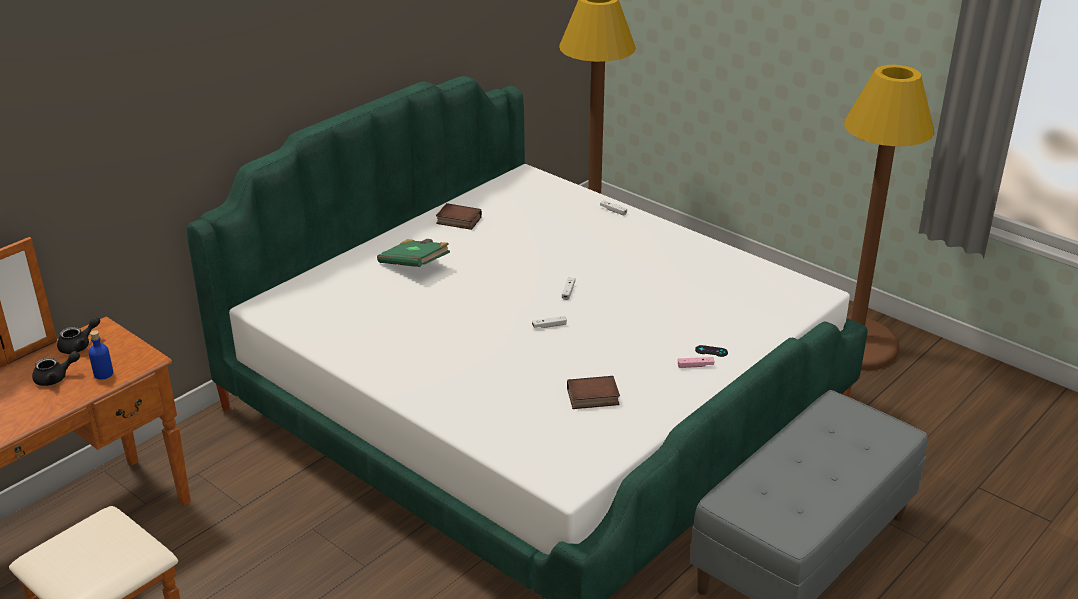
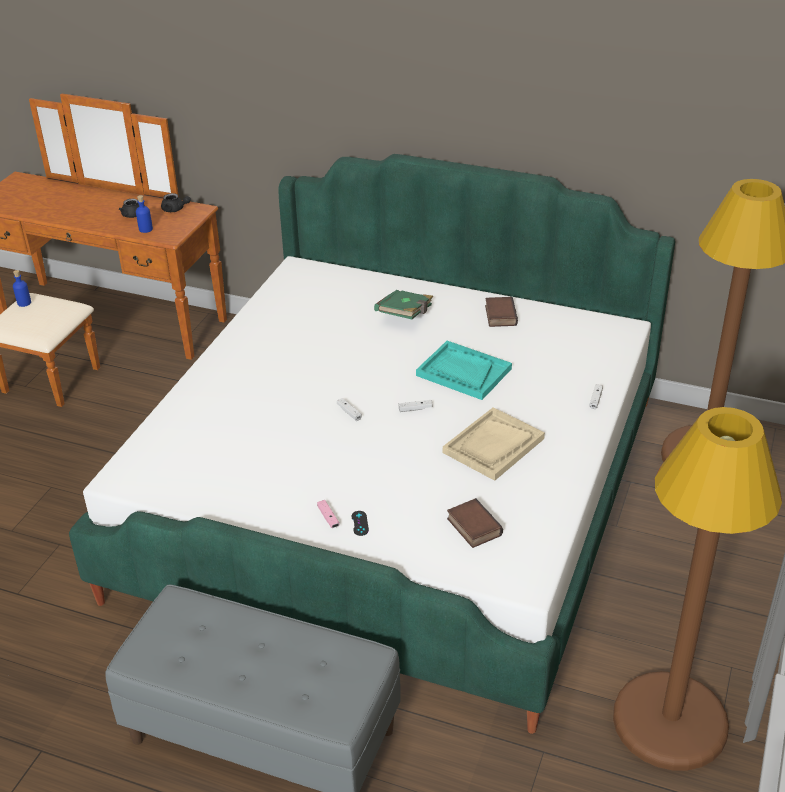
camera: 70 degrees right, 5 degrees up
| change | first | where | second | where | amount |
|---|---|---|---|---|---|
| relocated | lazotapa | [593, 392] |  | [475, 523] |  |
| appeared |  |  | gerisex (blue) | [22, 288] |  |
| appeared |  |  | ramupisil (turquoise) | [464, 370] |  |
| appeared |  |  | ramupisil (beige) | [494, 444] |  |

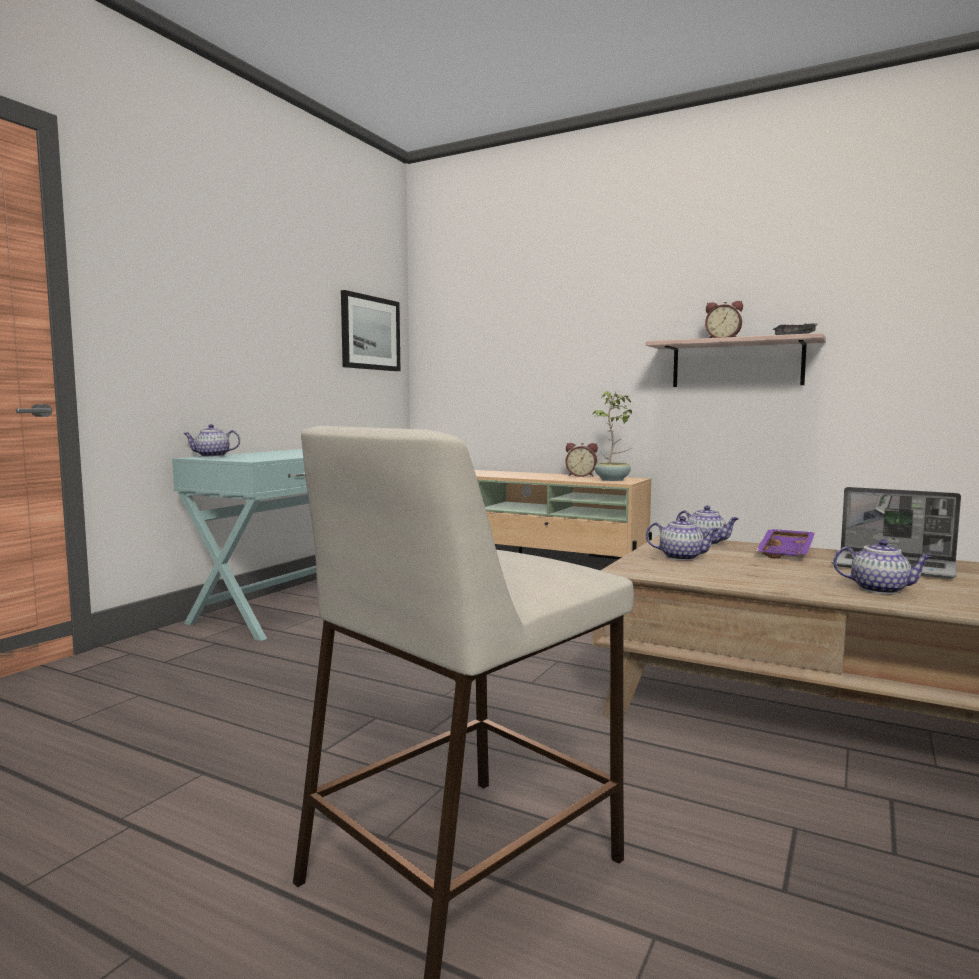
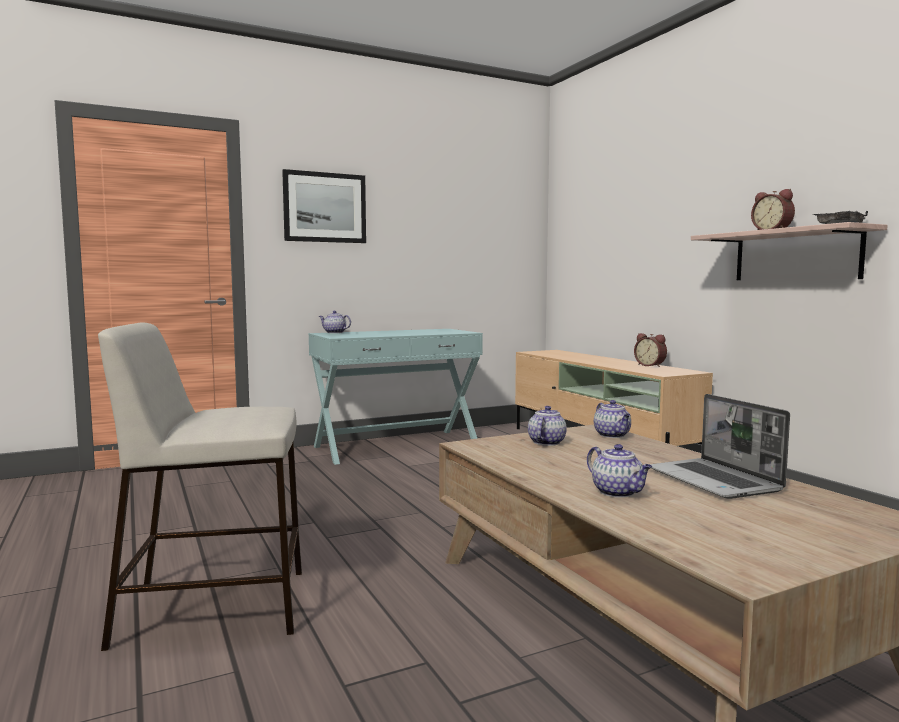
camera: 35 degrees right, 0 degrees up
| change | first | where | second | where | amount |
|---|---|---|---|---|---|
| relocated | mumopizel | [370, 330] |  | [324, 206] |  |
| missing | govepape | [613, 436] |  |  |  |
| spun | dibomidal | [682, 538] |  | [547, 426] | 120 degrees counterclockwise |
| missing | ramupisil (purple) | [785, 543] |  |  |  |

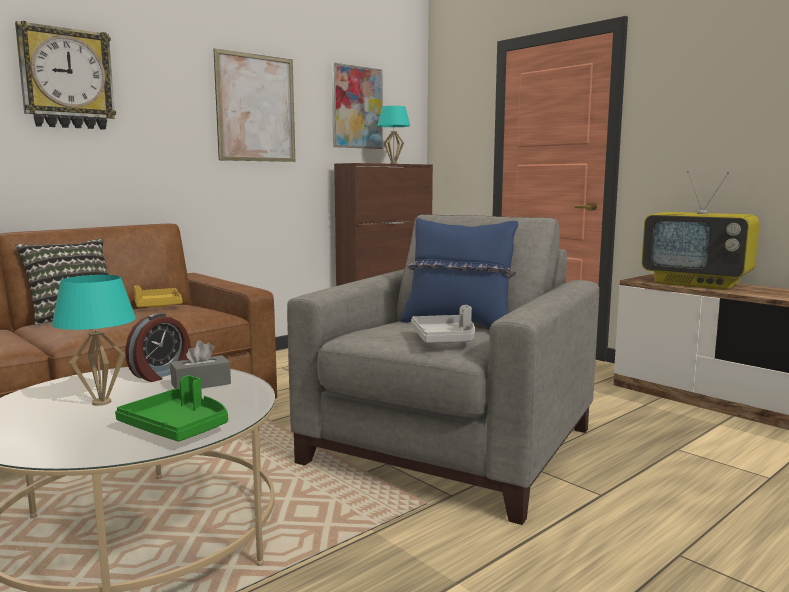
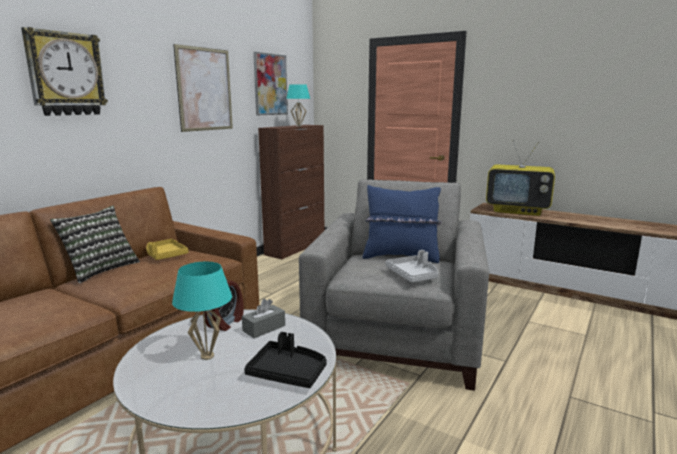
camera: 15 degrees left, 5 degrees up
| change | first | where | second | where | amount |
|---|---|---|---|---|---|
| colour | ramupisil (green) | [171, 408] | ramupisil (black) | [285, 360] |  |

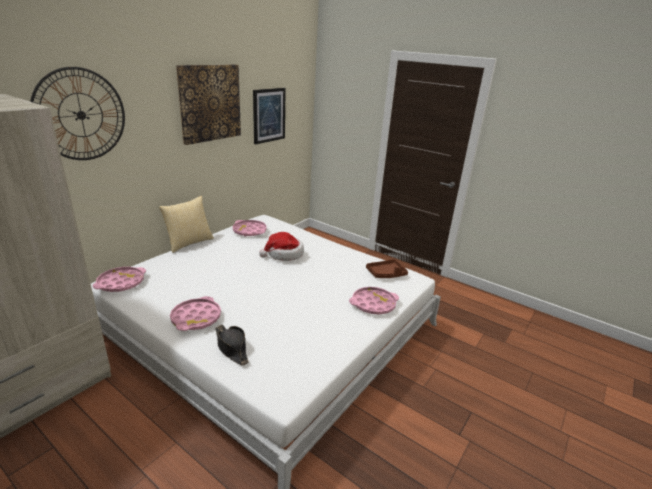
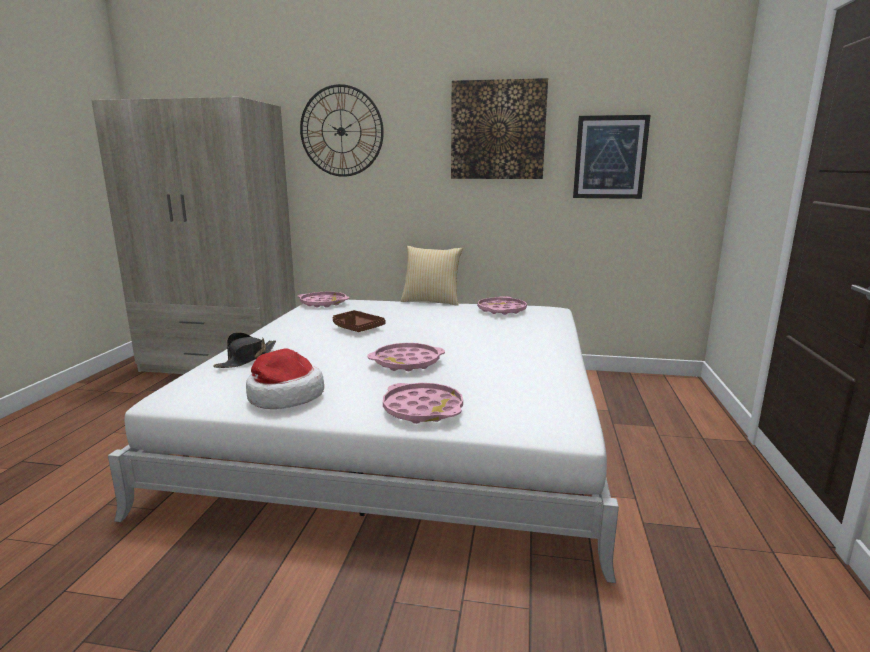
camera: 65 degrees right, 10 degrees down
| change | first | where | second | where | amount |
|---|---|---|---|---|---|
| relocated | ramupisil (pink) | [195, 313] |  | [406, 357] |  |
| relocated | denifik | [281, 246] |  | [285, 378] |  |
| relocated | ramupisil (brown) | [387, 268] |  | [359, 321] |  |

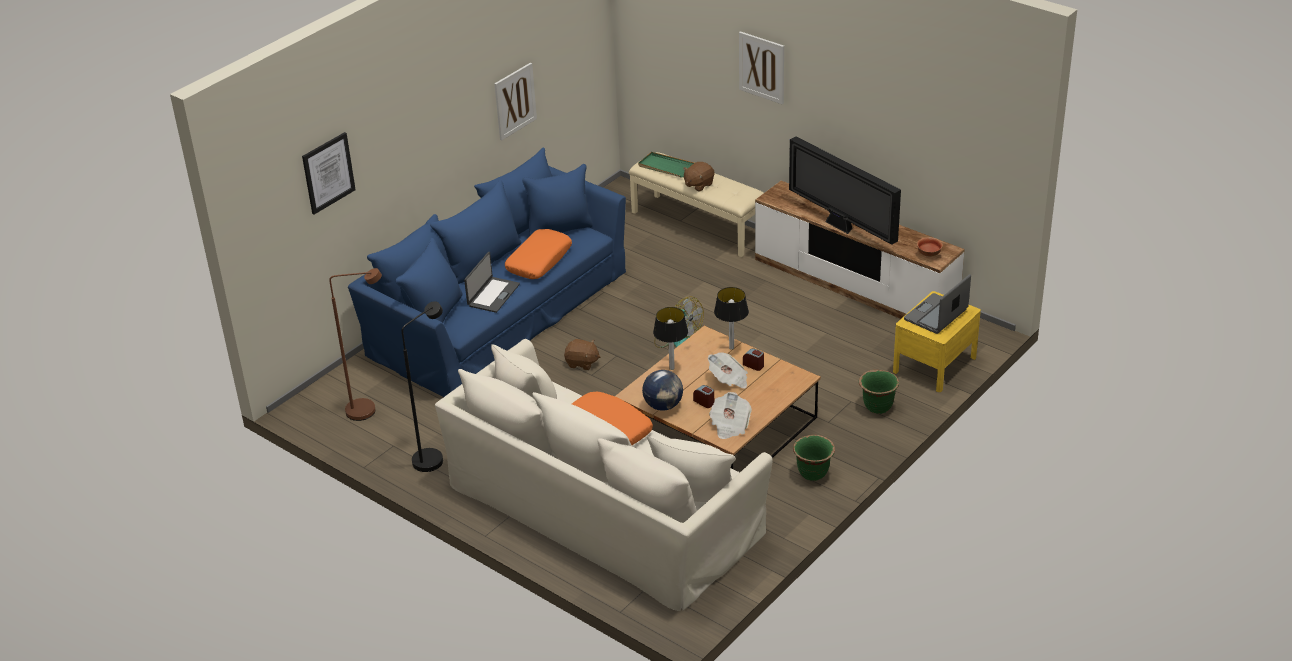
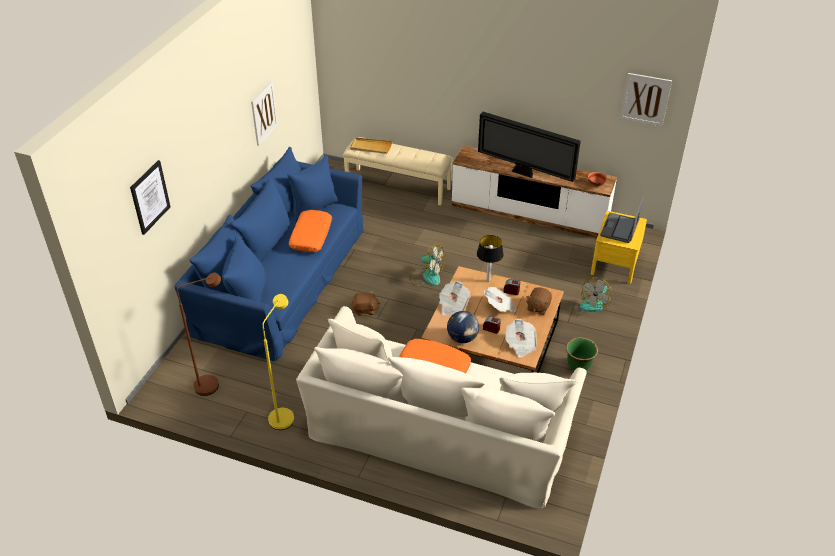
camera: 20 degrees left, 5 degrees up
| change | first | where | second | where | amount |
|---|---|---|---|---|---|
| colour | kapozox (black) | [422, 386] | kapozox (yellow) | [278, 362] |  |
| missing | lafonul | [492, 282] |  |  |  |
| colour | ramupisil (green) | [666, 165] | ramupisil (beige) | [371, 145] |  |
| exchanged | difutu | [670, 338] | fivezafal | [455, 298] |  |
| relocated | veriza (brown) | [699, 176] |  | [539, 301] |  |
| relocated | mumopizel | [761, 67] |  | [646, 100] |  |
| exchanged | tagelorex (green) | [879, 392] | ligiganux | [596, 294] |  |

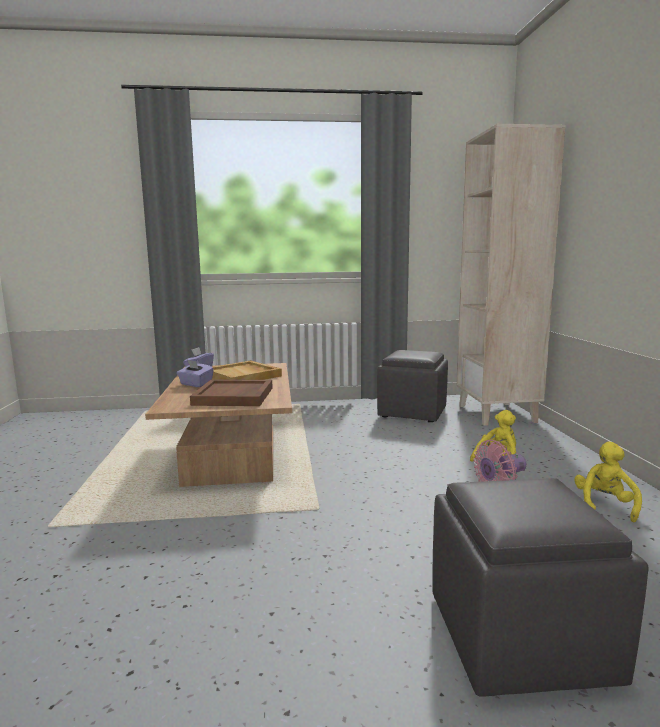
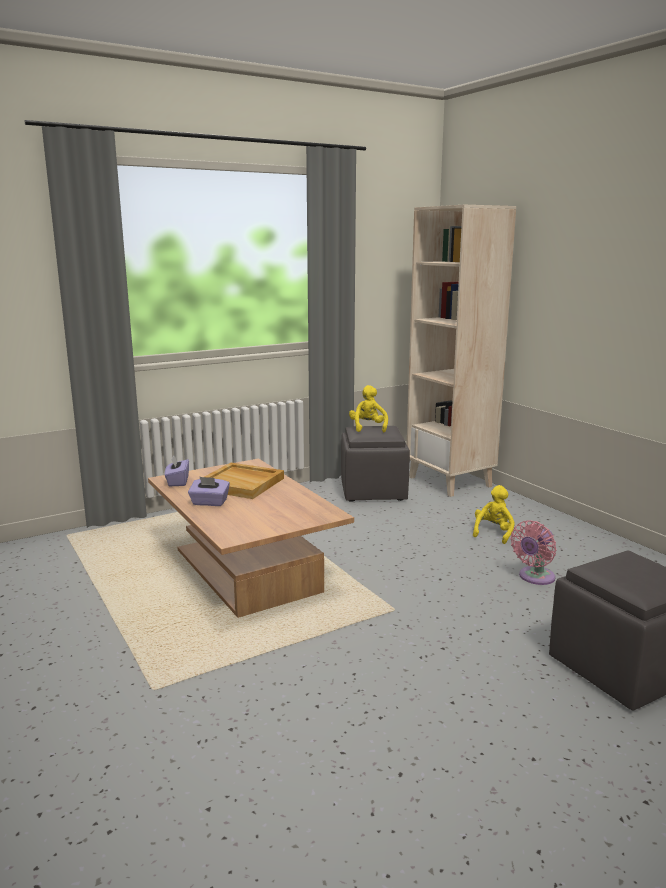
camera: 25 degrees left, 5 degrees up
| change | first | where | second | where | amount |
|---|---|---|---|---|---|
| missing | ramupisil (brown) | [231, 393] |  |  |  |
| relocated | veriza (yellow) | [608, 482] |  | [368, 409] |  |

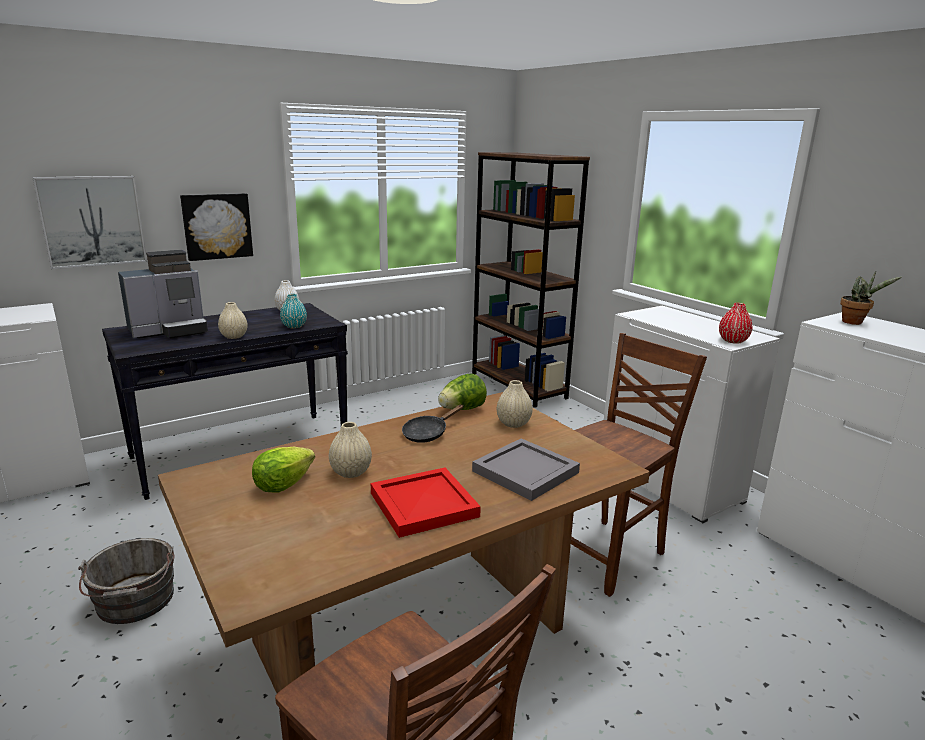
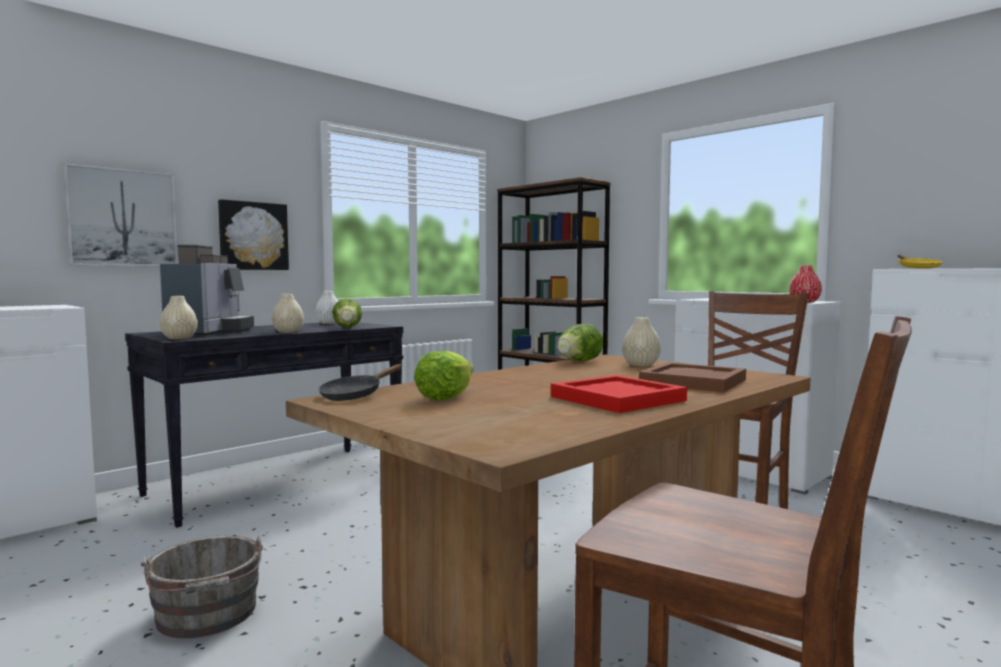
camera: 10 degrees left, 15 degrees down
| change | first | where | second | where | amount |
|---|---|---|---|---|---|
| spun | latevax | [163, 294] |  | [207, 290] | 45 degrees counterclockwise |
| exchanged | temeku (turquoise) | [293, 311] | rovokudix | [347, 312] |  |
| relocated | temeku (beige) | [350, 450] |  | [179, 317] |  |
| relocated | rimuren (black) | [433, 424] |  | [360, 382] |  |
| colour | ramupisil (grey) | [526, 469] | ramupisil (brown) | [692, 377] |  |
| exchanged | govepape | [870, 298] | rimuren (yellow) | [920, 261] |  |

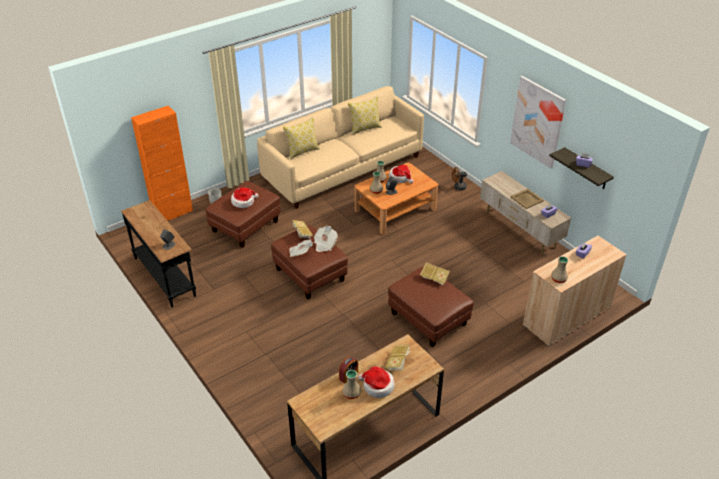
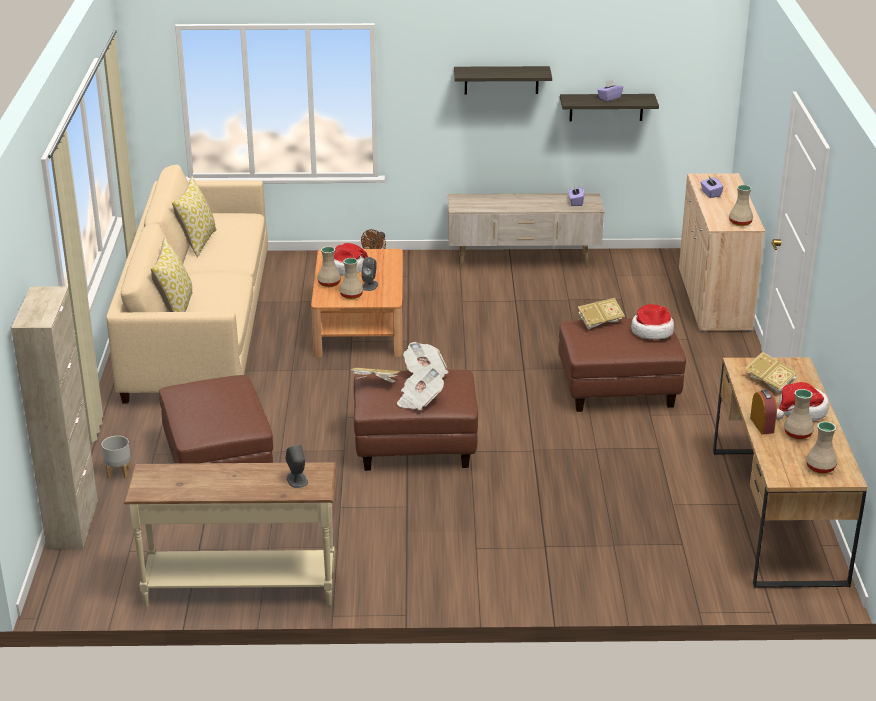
camera: 55 degrees left, 10 degrees down
| change | first | where | second | where | amount |
|---|---|---|---|---|---|
| colour | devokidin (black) | [158, 253] | devokidin (beige) | [230, 534] |  |
| colour | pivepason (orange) | [162, 163] | pivepason (beige) | [54, 418] |  |
| relocated | denifik | [244, 197] |  | [652, 322] |  |
| exchanged | mumopizel | [538, 122] | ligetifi | [503, 80] |  |
| missing | ramupisil (beige) | [527, 199] |  |  |  |
| appeared |  |  | temeku (beige) | [821, 447] |  |

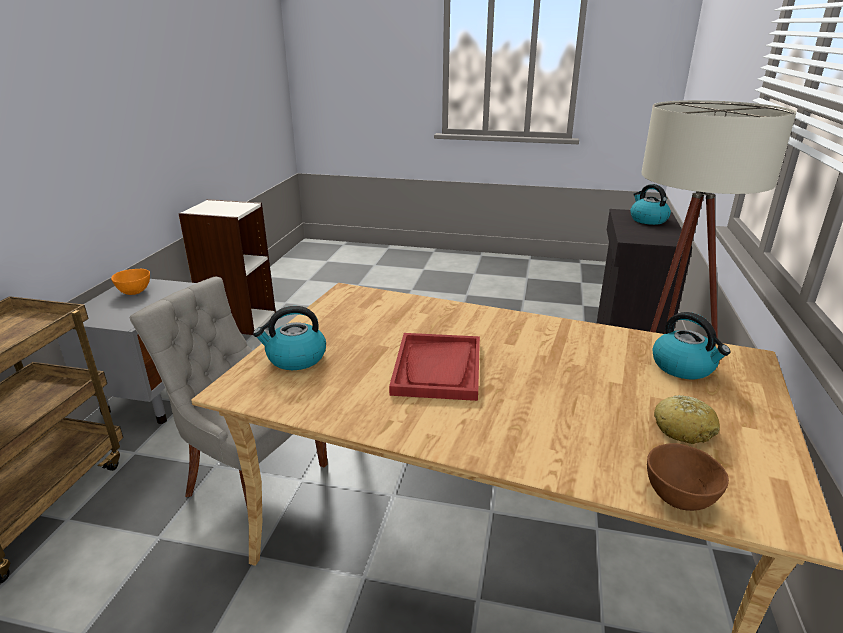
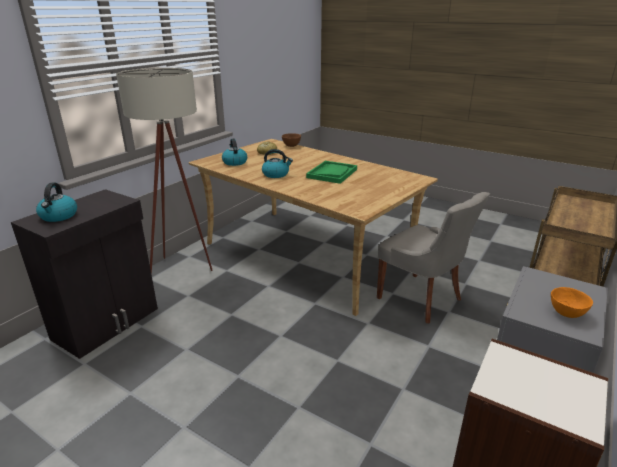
camera: 160 degrees left, 0 degrees up
| change | first | where | second | where | amount |
|---|---|---|---|---|---|
| relocated | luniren | [289, 338] |  | [277, 163] |  |
| colour | ramupisil (red) | [434, 367] | ramupisil (green) | [331, 172] |  |

